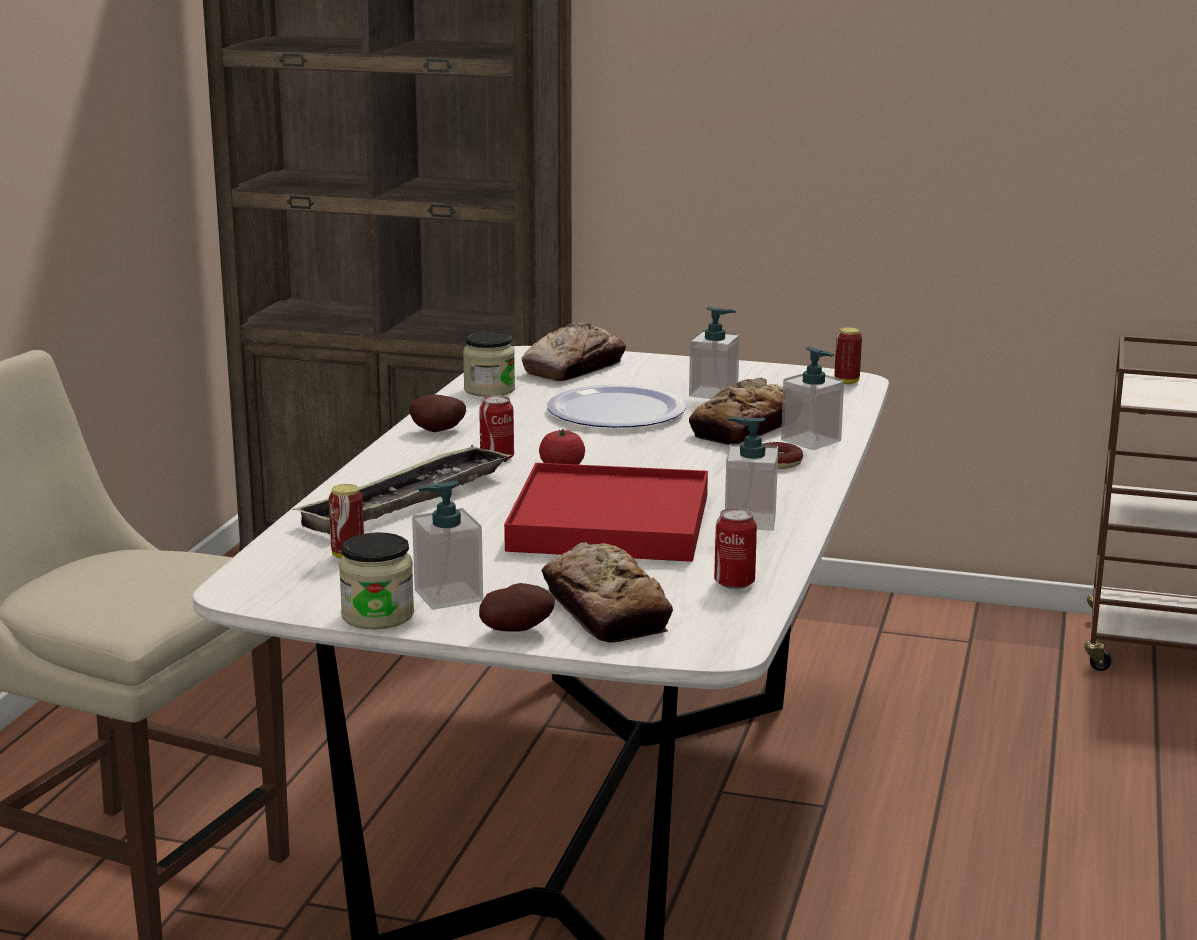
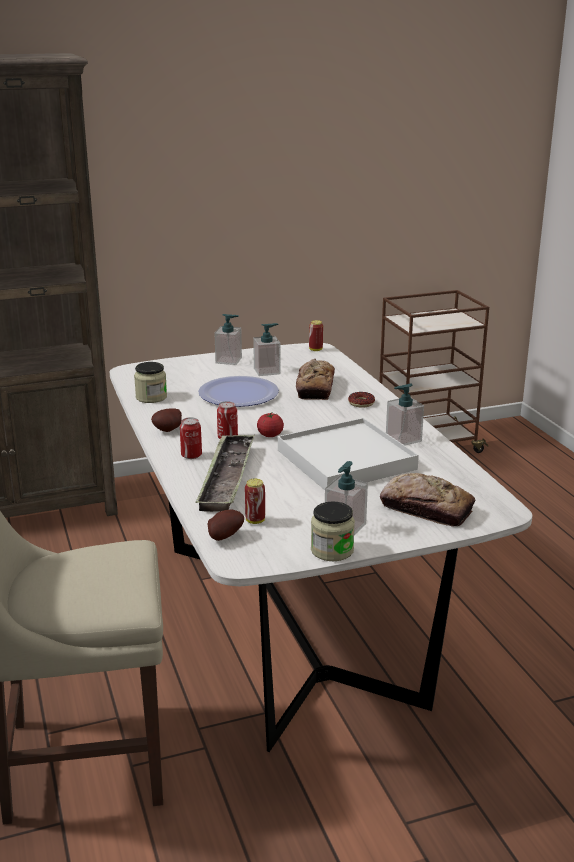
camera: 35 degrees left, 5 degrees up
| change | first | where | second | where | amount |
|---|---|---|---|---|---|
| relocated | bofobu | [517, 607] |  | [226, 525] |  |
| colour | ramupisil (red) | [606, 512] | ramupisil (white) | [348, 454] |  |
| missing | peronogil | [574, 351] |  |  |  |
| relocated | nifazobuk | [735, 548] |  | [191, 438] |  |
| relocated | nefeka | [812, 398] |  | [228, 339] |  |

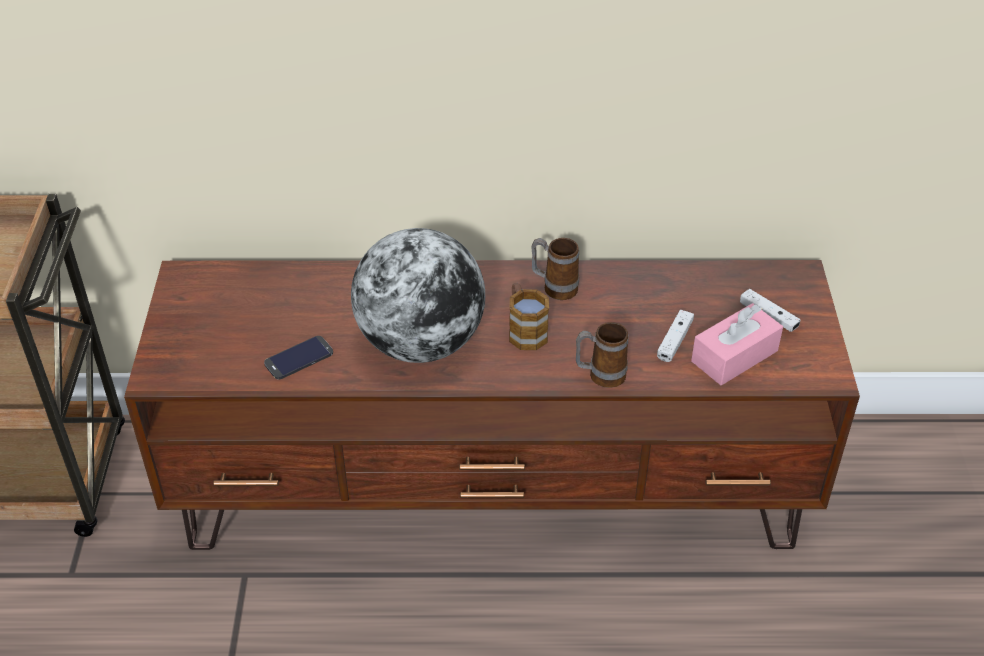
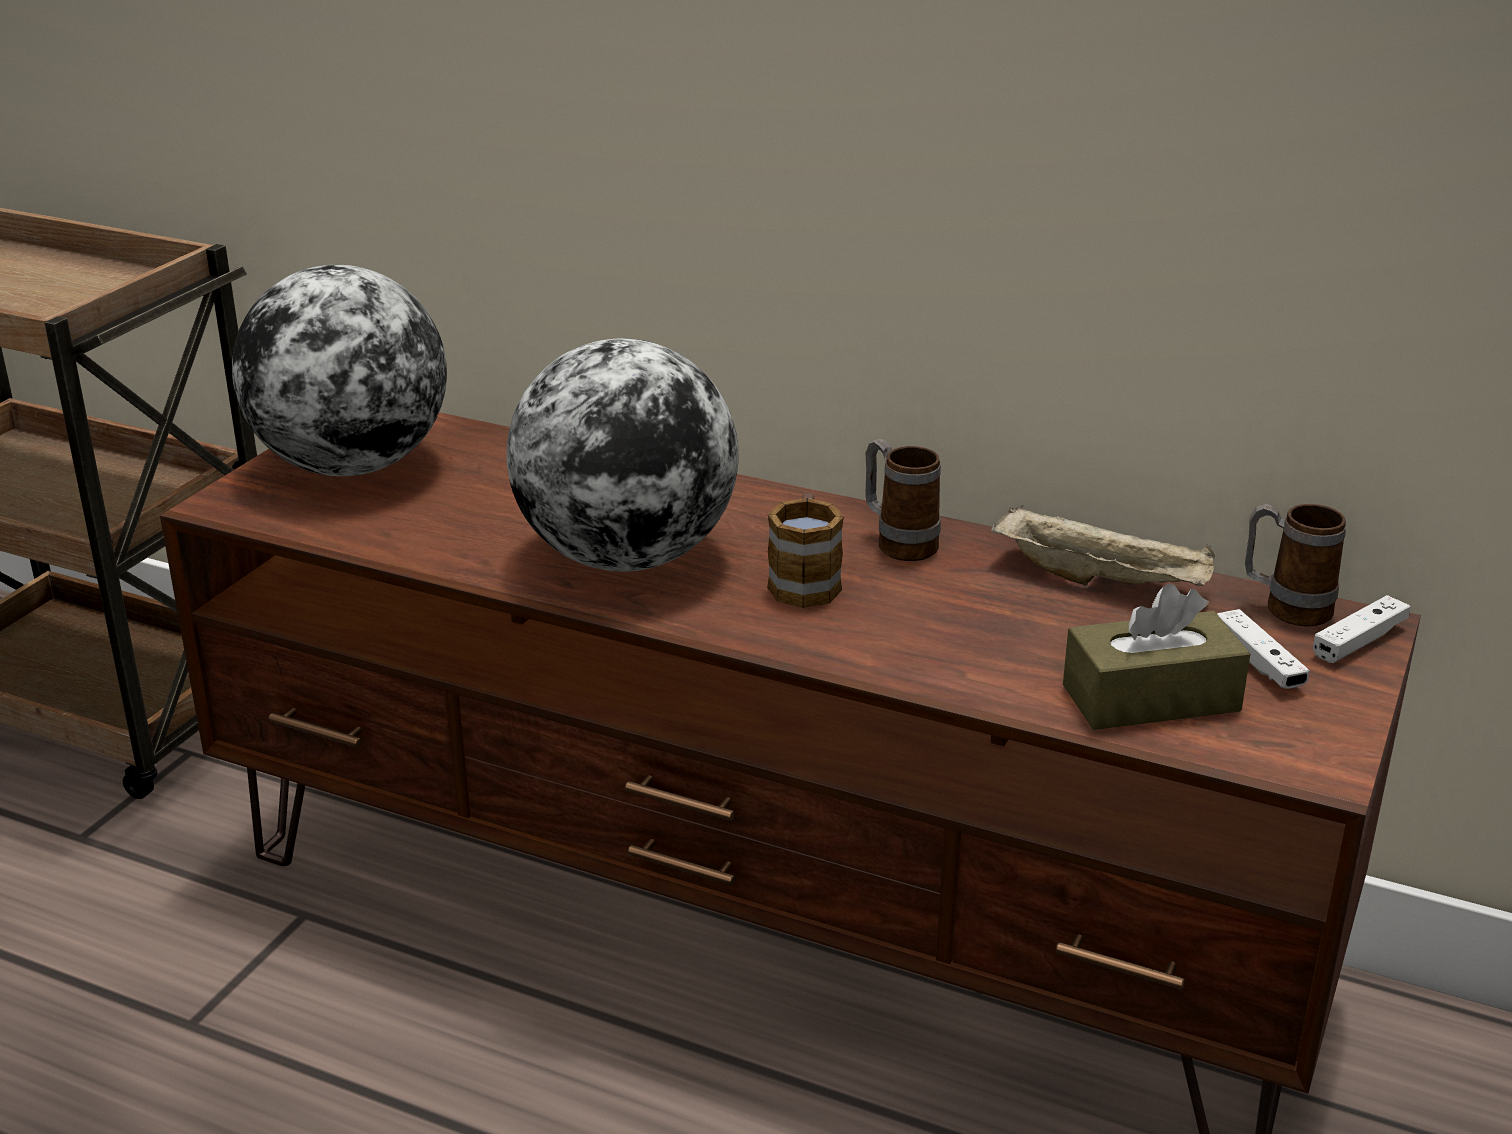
camera: 25 degrees right, 15 degrees down
| change | first | where | second | where | amount |
|---|---|---|---|---|---|
| missing | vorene | [298, 358] |  |  |  |
| relocated | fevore | [602, 355] |  | [1295, 565] |  |
| relocated | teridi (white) | [675, 336] |  | [1361, 629] |  |
| colour | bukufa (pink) | [737, 344] | bukufa (brown) | [1157, 657] |  |
| appeared |  |  | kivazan | [339, 370] |  |
| appeared |  |  | ramupisil (beige) | [1103, 545] |  |

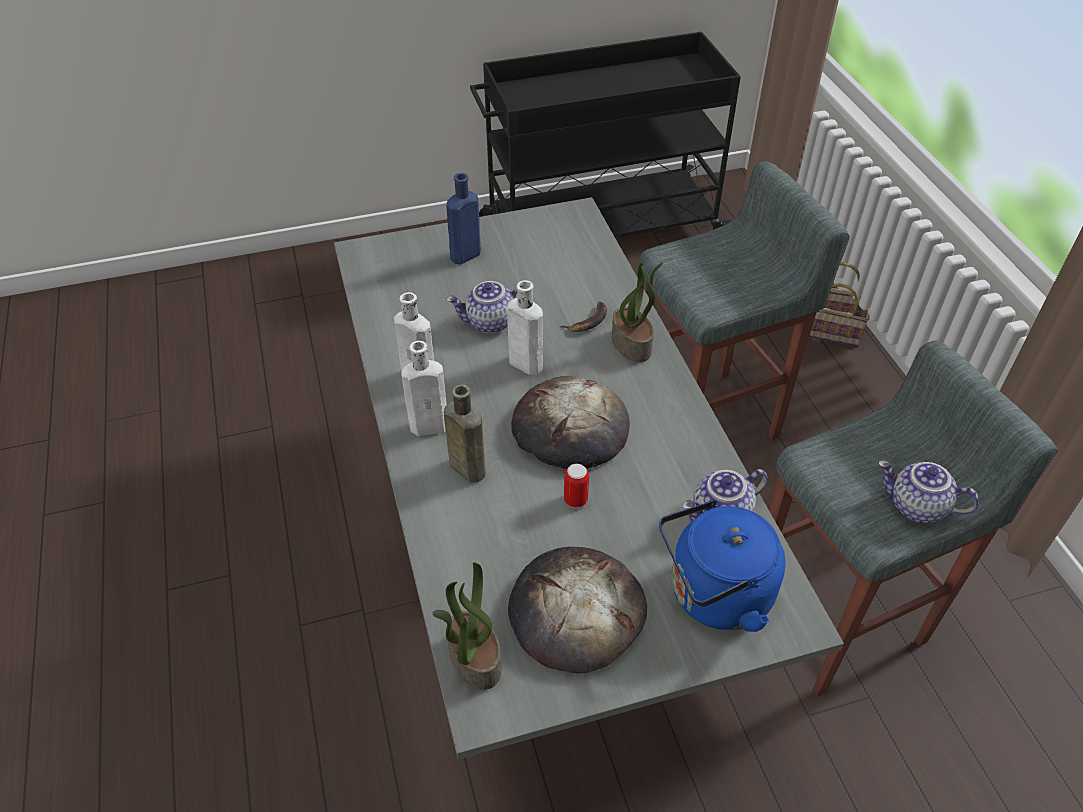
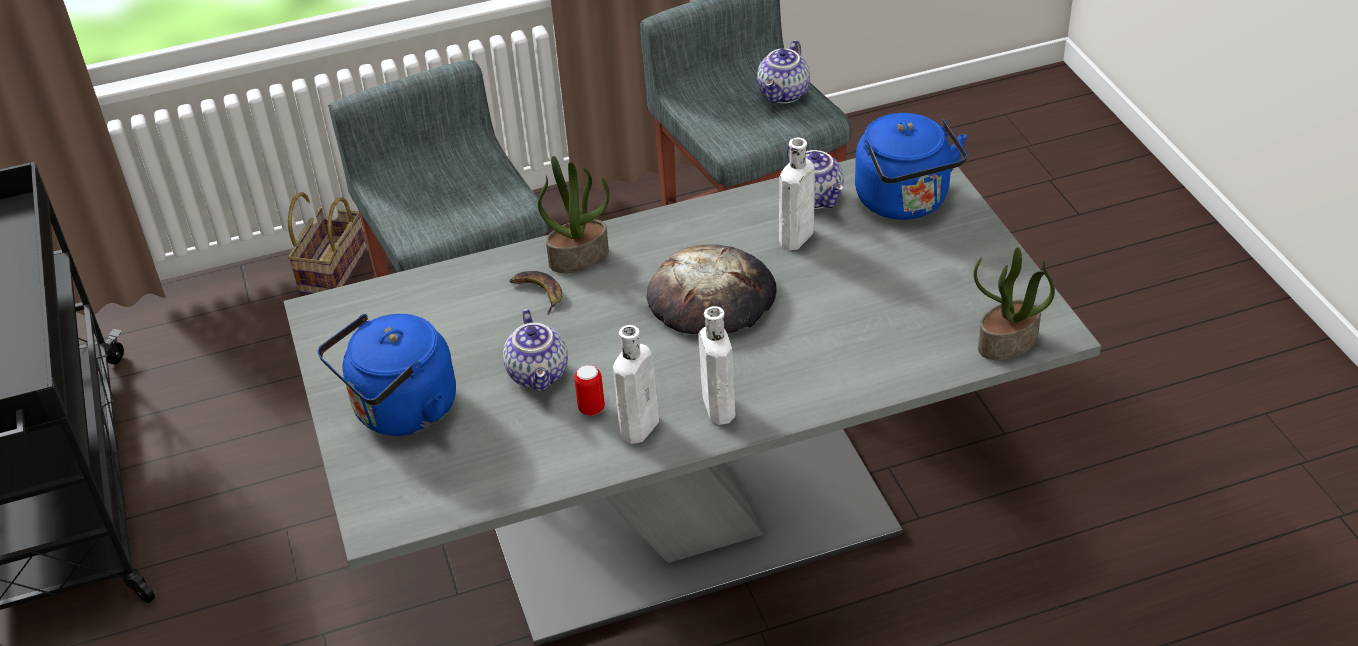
camera: 90 degrees left, 5 degrees down
| change | first | where | second | where | amount |
|---|---|---|---|---|---|
| missing | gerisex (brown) | [465, 433] |  |  |  |
| exchanged | gerisex (blue) | [463, 218] | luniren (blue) | [387, 375] |  |
| relocated | gerisex (white) | [525, 327] |  | [797, 193] |  |
| missing | peronogil | [577, 610] |  |  |  |
| relocated | nifazobuk | [576, 486] |  | [589, 390] |  |

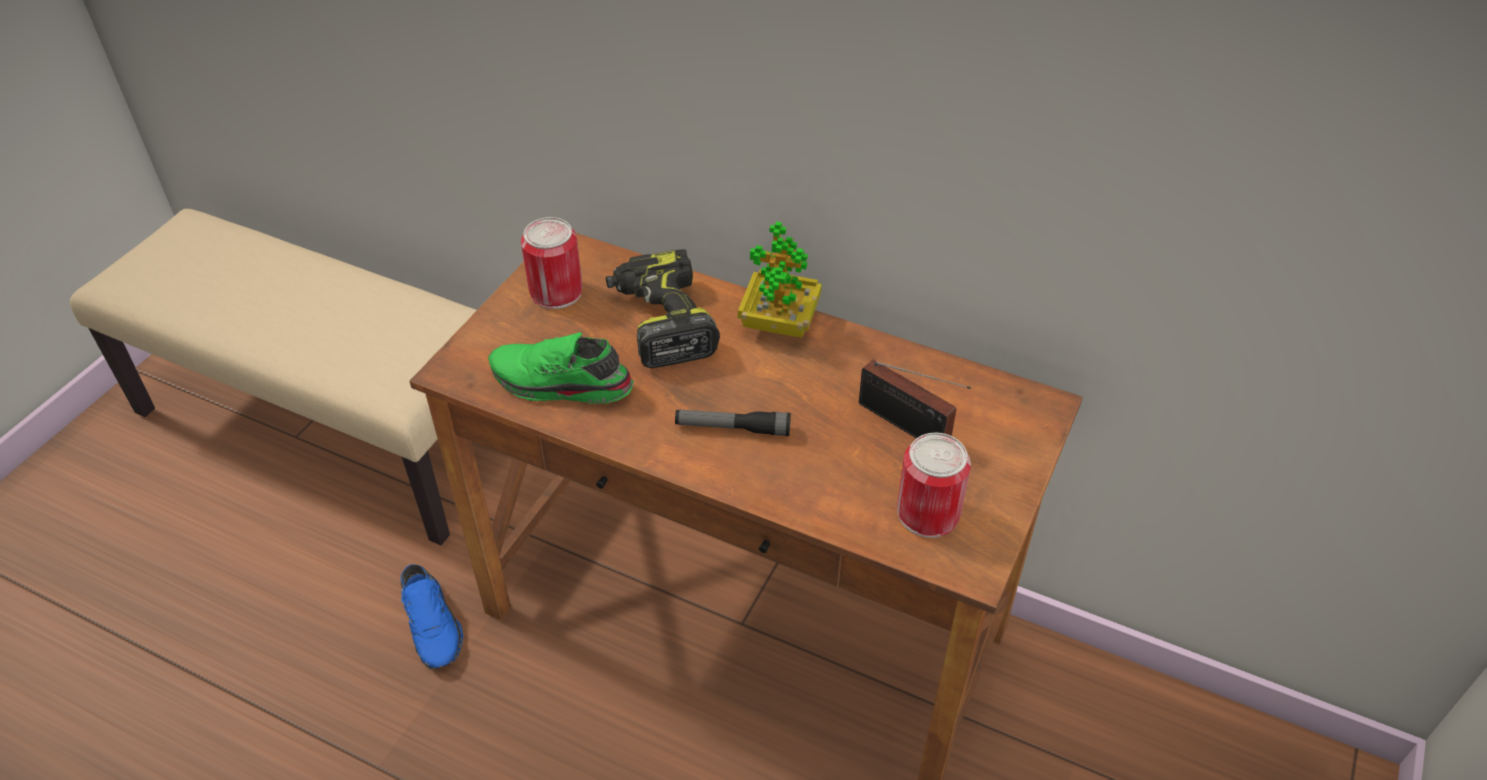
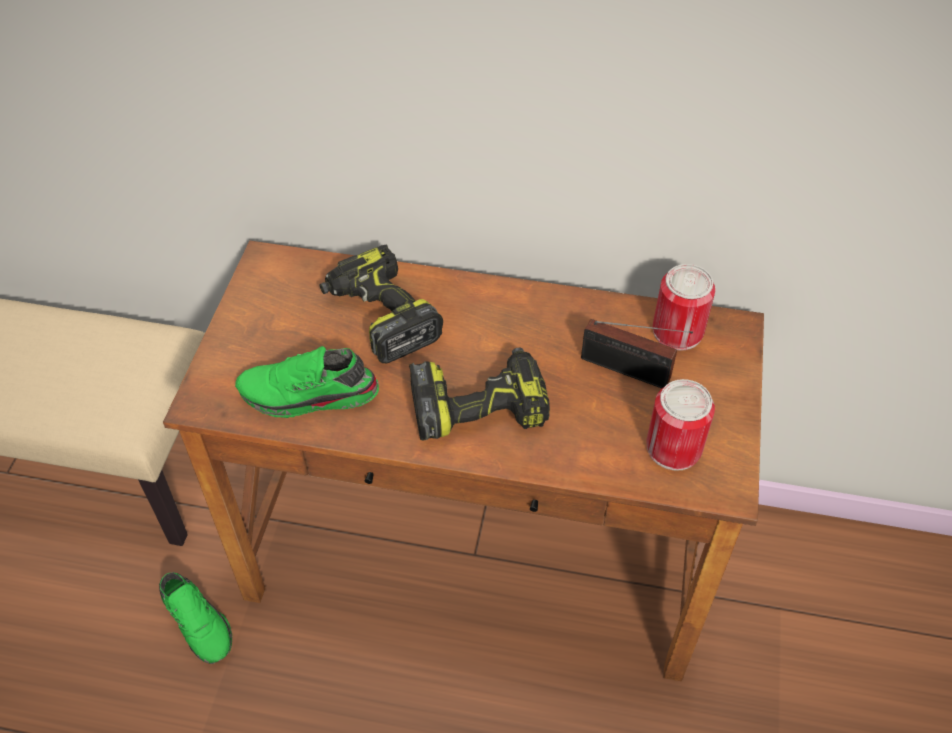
camera: 15 degrees left, 5 degrees up
| change | first | where | second | where | amount |
|---|---|---|---|---|---|
| colour | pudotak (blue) | [431, 616] | pudotak (green) | [195, 618] |  |
| relocated | nifazobuk | [552, 263] |  | [684, 307] |  |
| exchanged | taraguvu | [733, 423] | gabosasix | [479, 394] |  |
| missing | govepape | [780, 279] |  |  |  |

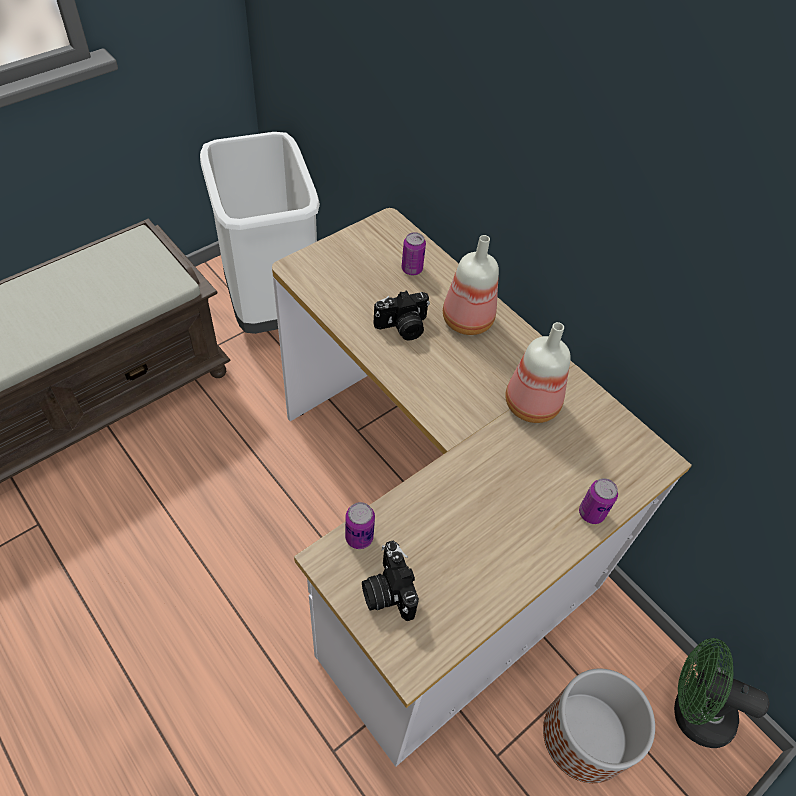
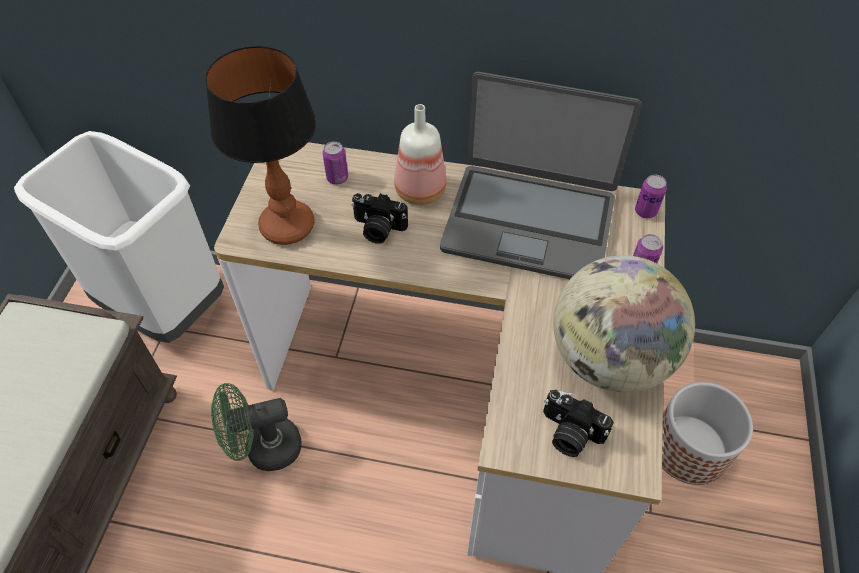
camera: 35 degrees left, 0 degrees up
| change | first | where | second | where | amount |
|---|---|---|---|---|---|
| relocated | nifazobuk | [360, 525] |  | [651, 197] |  |
| spun | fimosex | [401, 316] |  | [379, 218] | 75 degrees clockwise |
| exchanged | gerisex | [538, 372] | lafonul | [540, 175] |  |
| relocated | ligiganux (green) | [722, 693] |  | [256, 427] |  |
| appeared |  |  | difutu | [260, 145] |  |
| appeared |  |  | kivazan | [624, 324] |  |

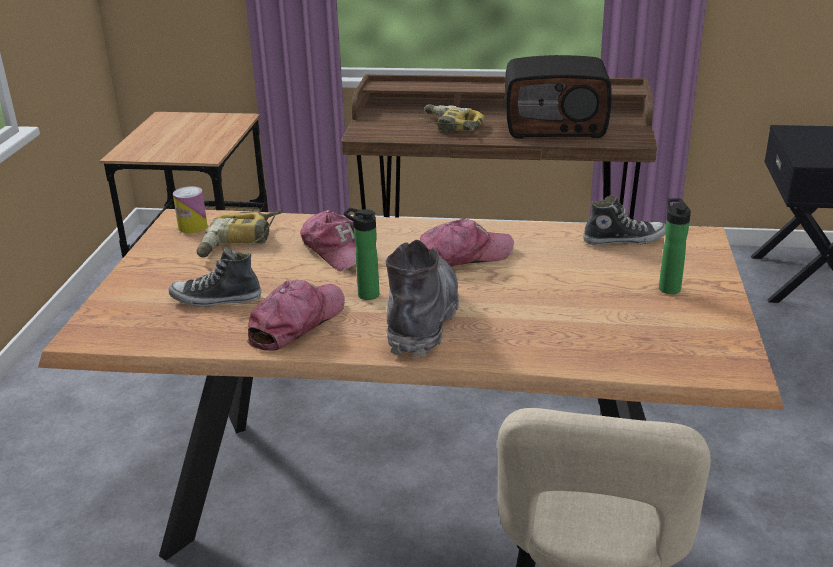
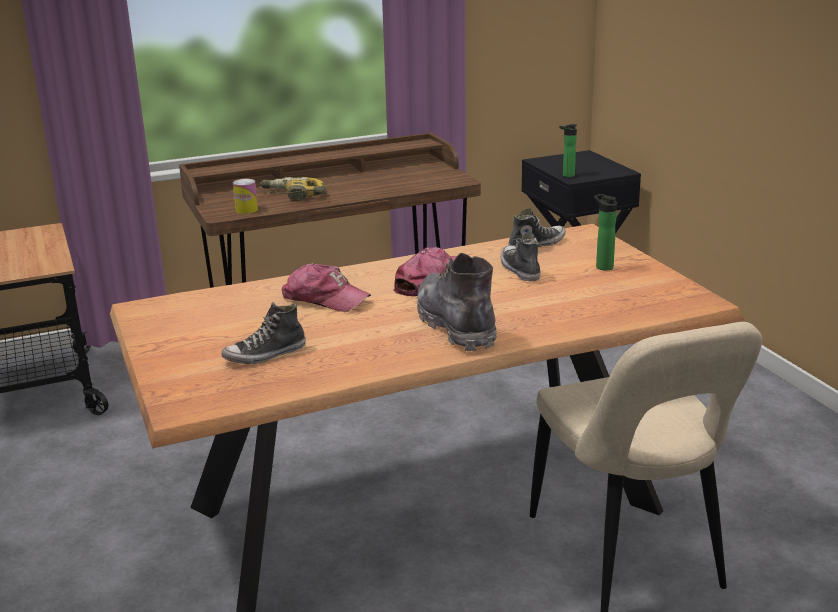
camera: 30 degrees left, 5 degrees down
| change | first | where | second | where | amount |
|---|---|---|---|---|---|
| relocated | nifazobuk | [190, 209] |  | [245, 196] |  |
| missing | gabosasix | [239, 234] |  |  |  |
| missing | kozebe | [296, 315] |  |  |  |
| relocated | gerisex | [361, 254] |  | [568, 150] |  |
| missing | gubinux | [558, 96] |  |  |  |
| appeared |  |  | pudotak | [521, 256] |  |

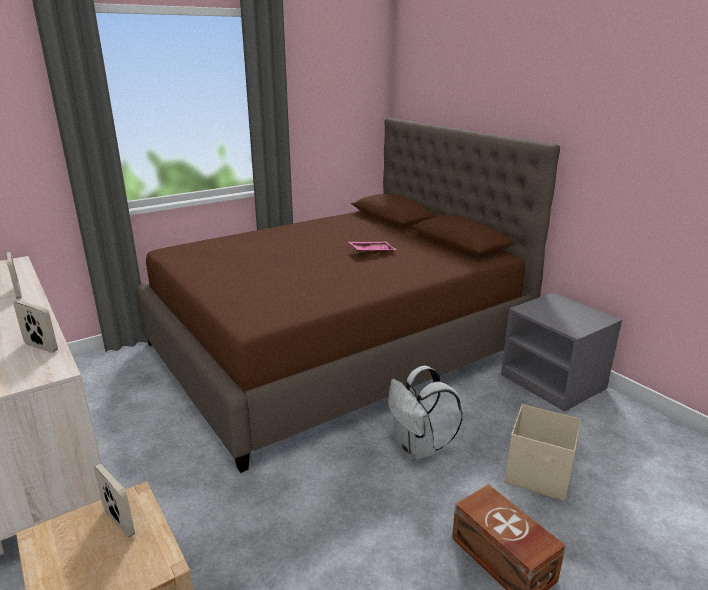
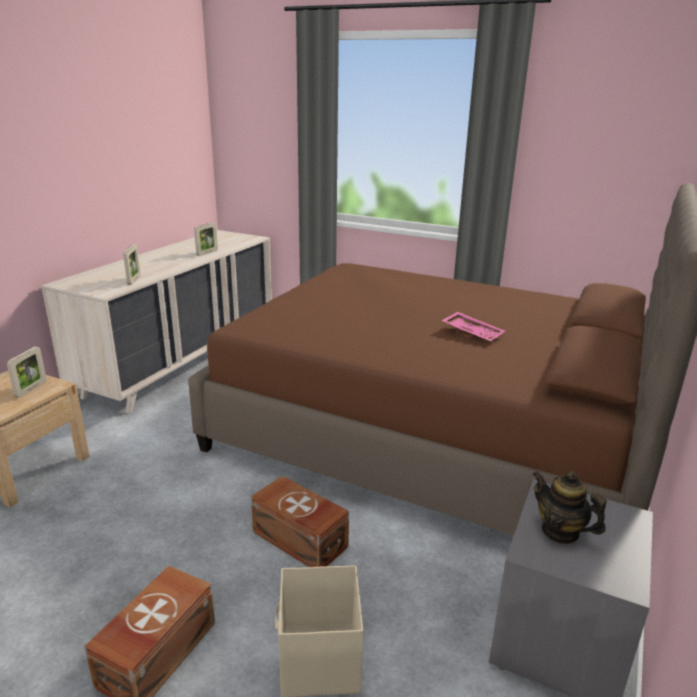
camera: 60 degrees right, 0 degrees up
| change | first | where | second | where | amount |
|---|---|---|---|---|---|
| exchanged | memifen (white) | [425, 413] | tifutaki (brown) | [300, 521] |  |
| appeared |  |  | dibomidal | [570, 507] |  |

